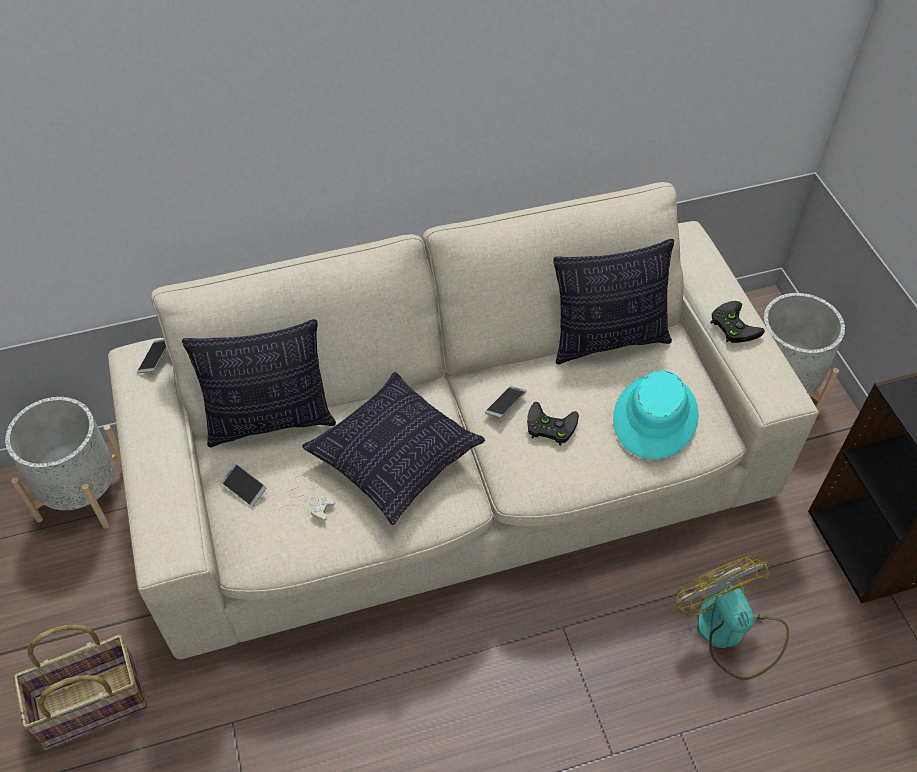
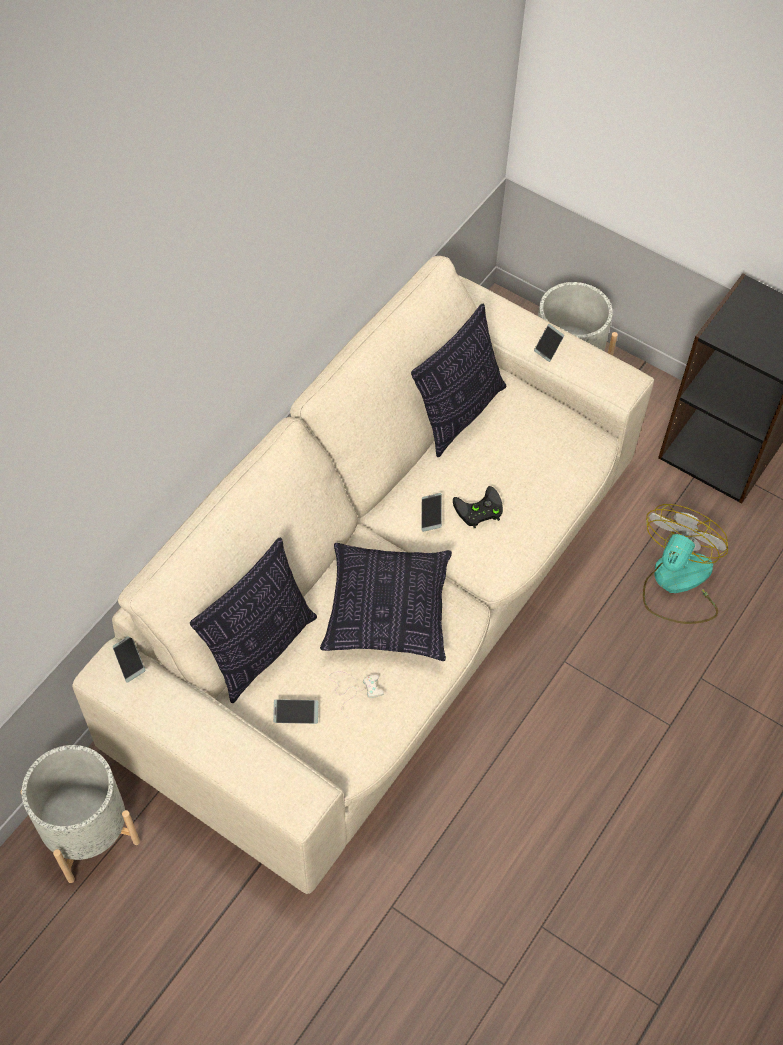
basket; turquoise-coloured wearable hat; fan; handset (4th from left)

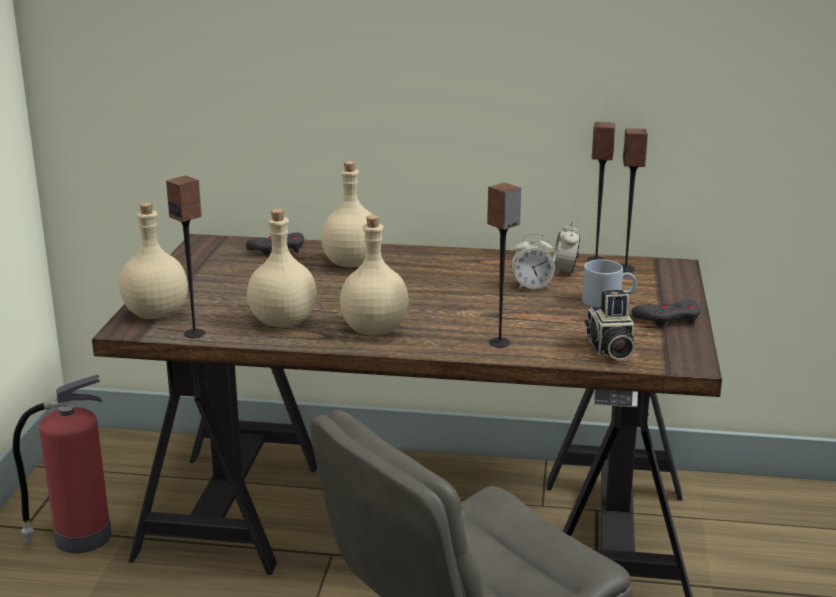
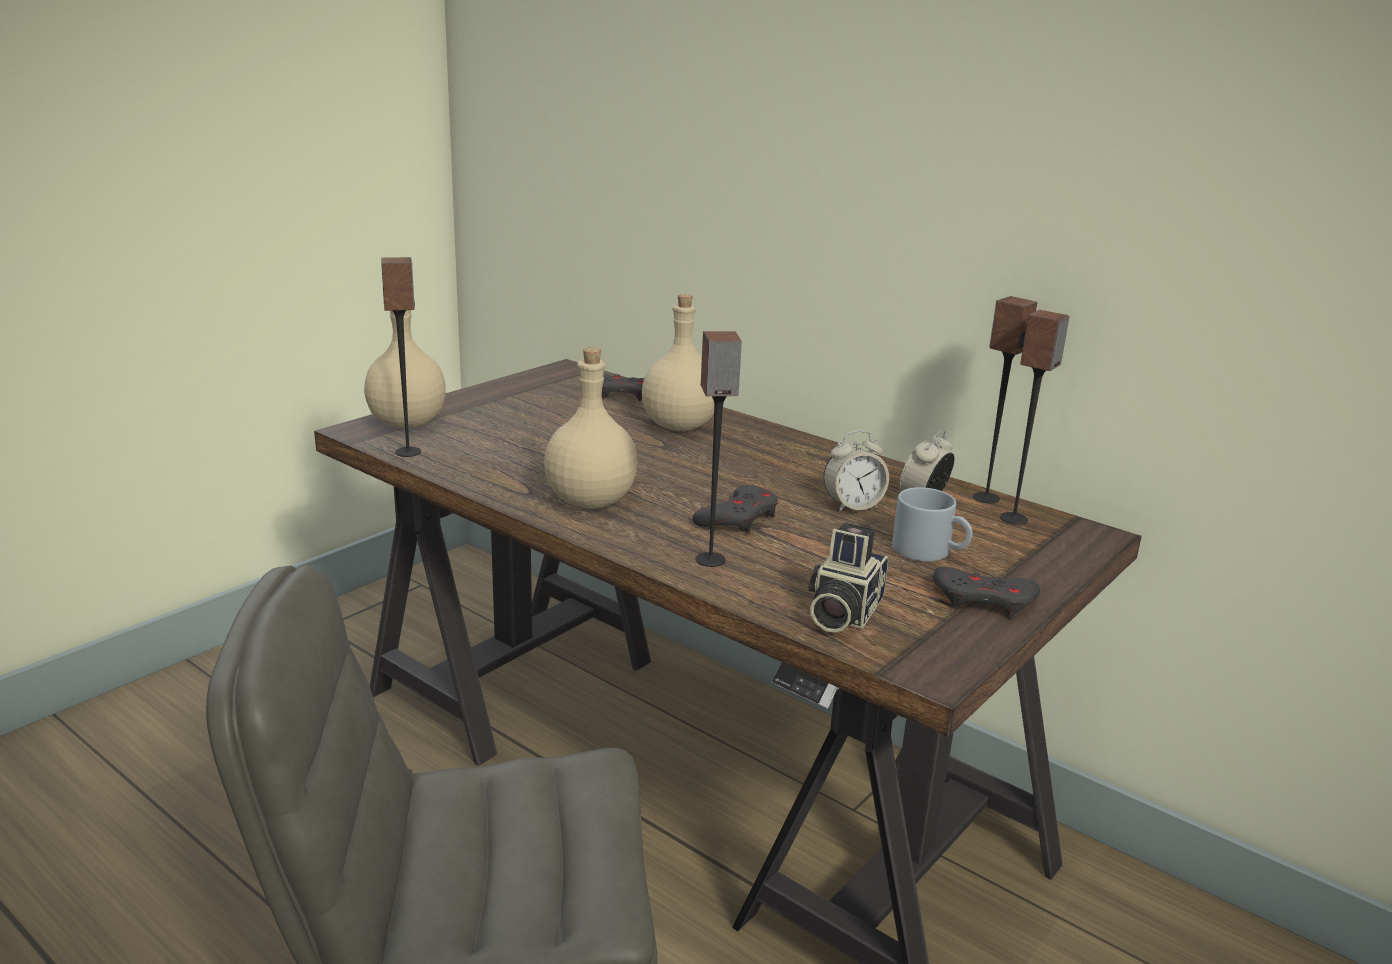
fire-fighting cylinder; beige beverage bottle (2nd from left in the first image); alarm clock (1st from left); greyish game controller (2nd from left)

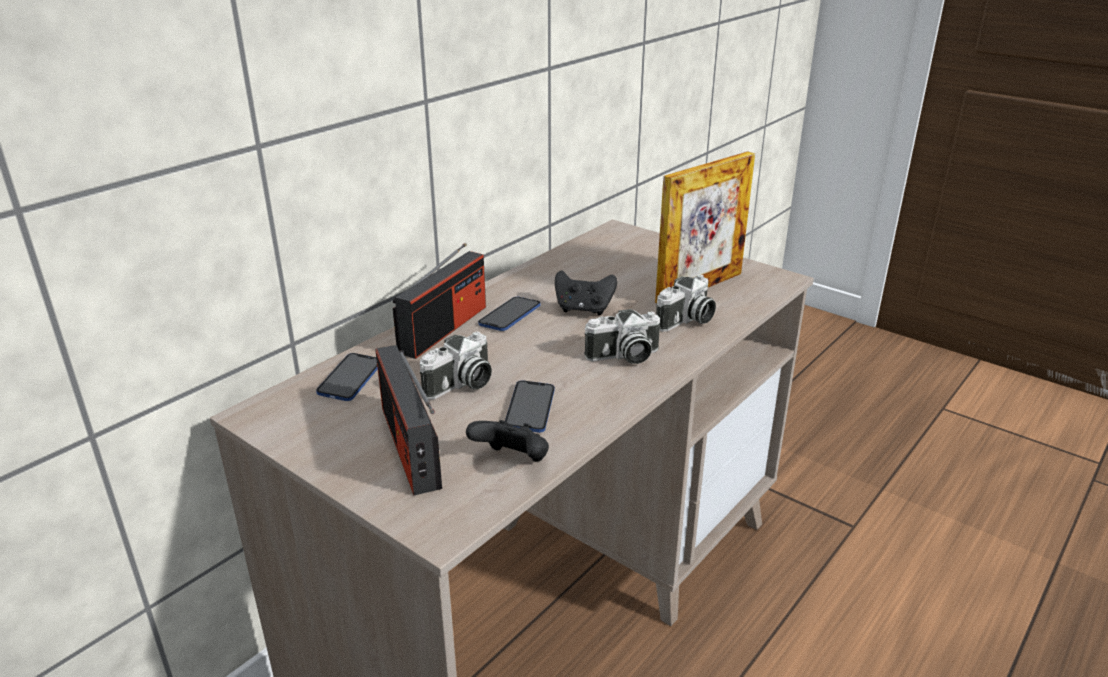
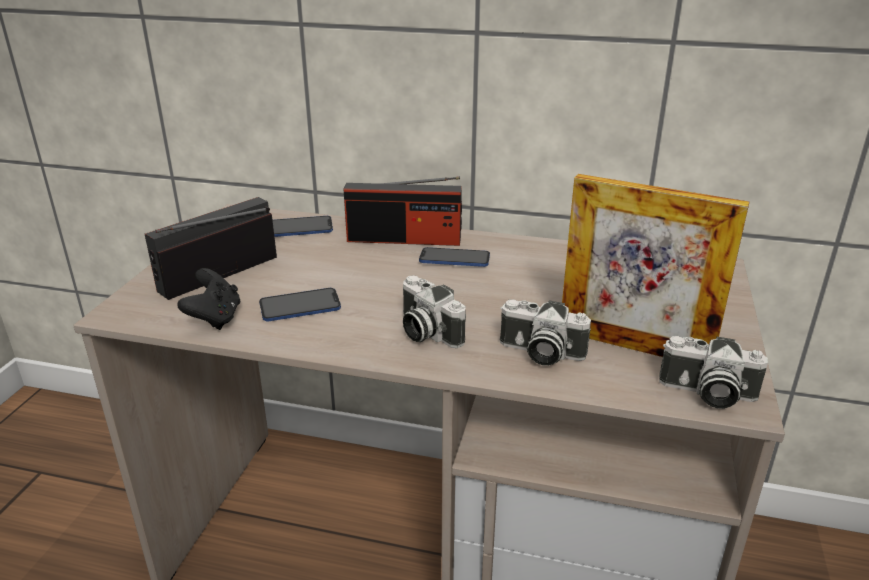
photo camera (3rd from left); black game controller (2nd from left in the first image)

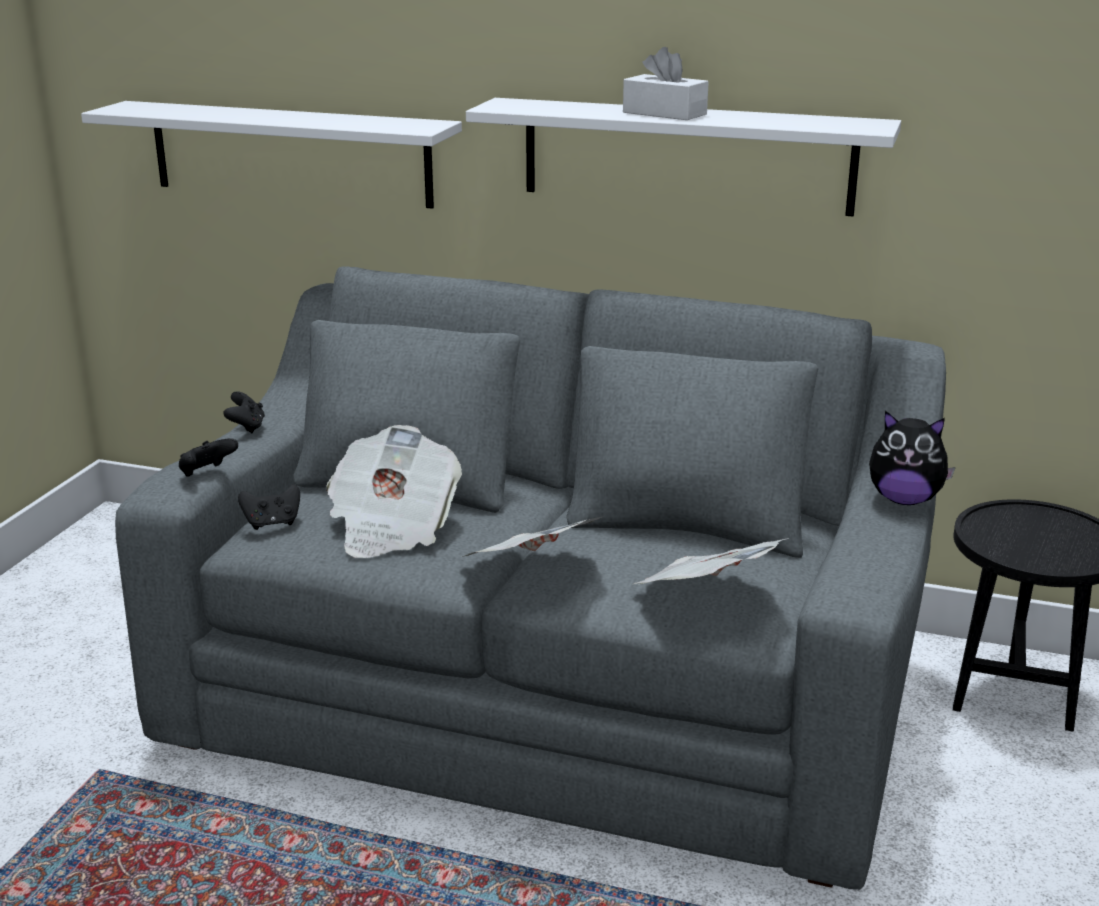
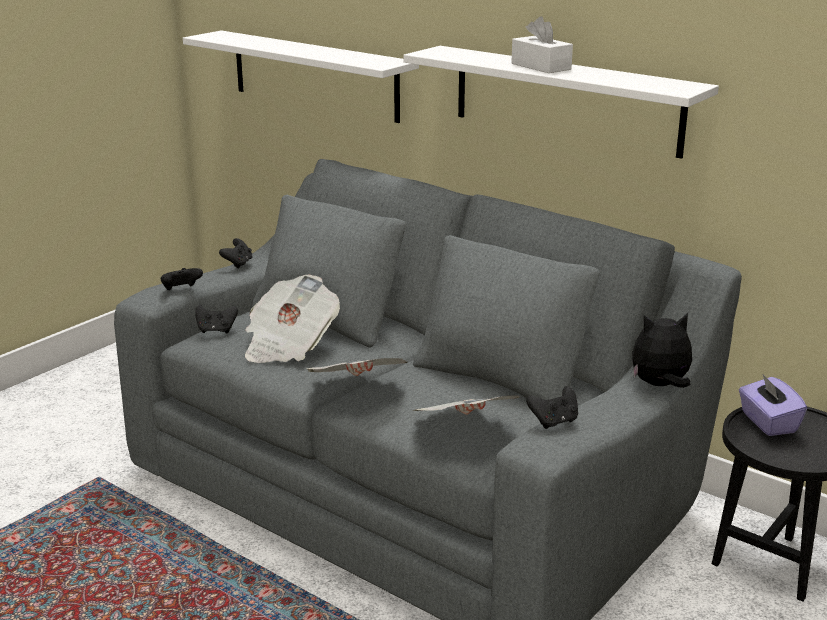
soft toy; black game controller (4th from left); purple tissue box

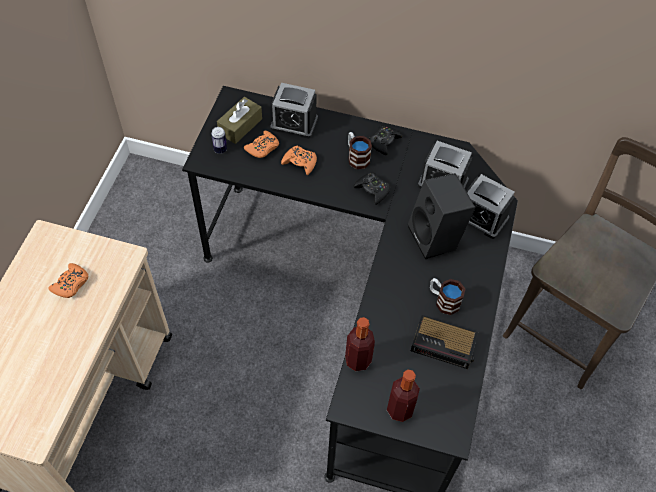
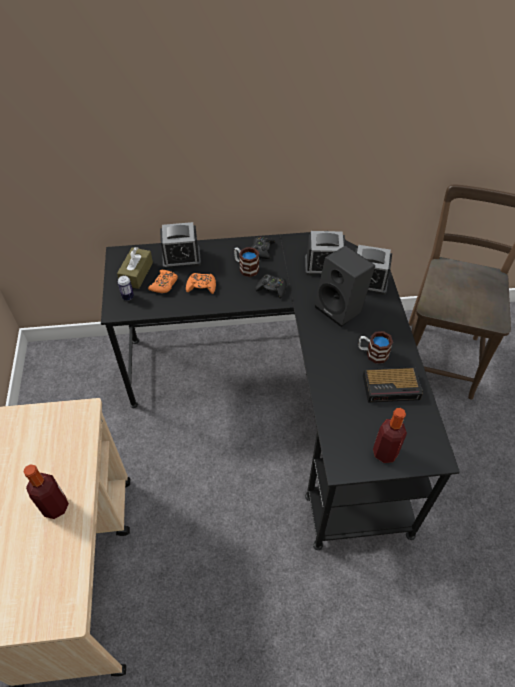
orange-coloured game controller (1st from left in the first image); beverage bottle (1st from left)

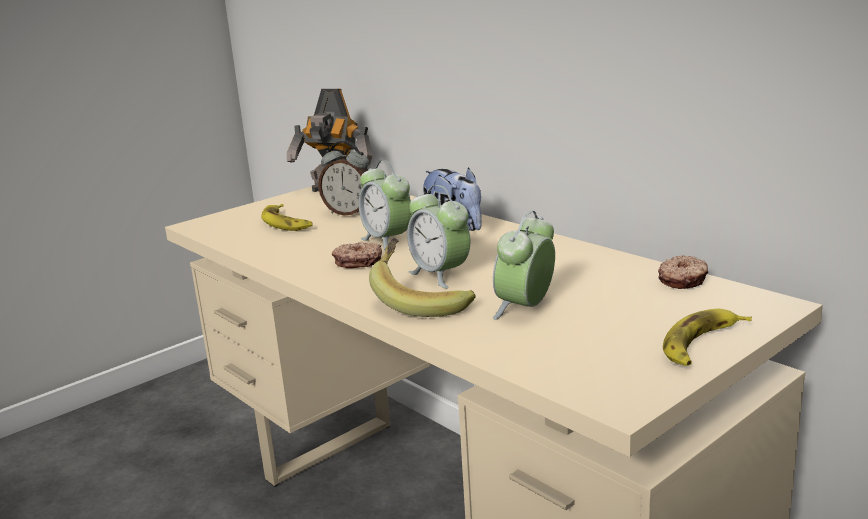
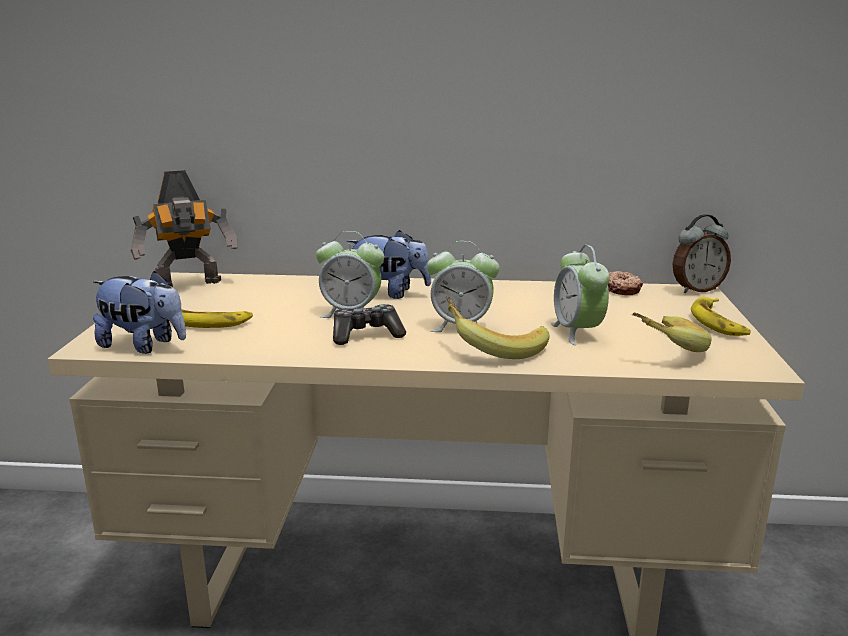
alarm clock (4th from left); game controller; soft toy (1st from left); banana (3rd from left)

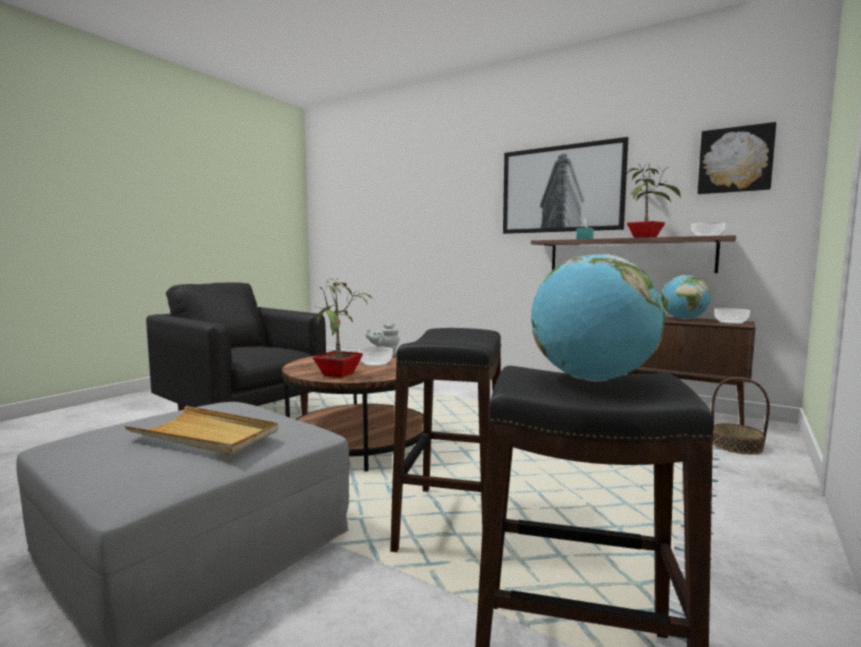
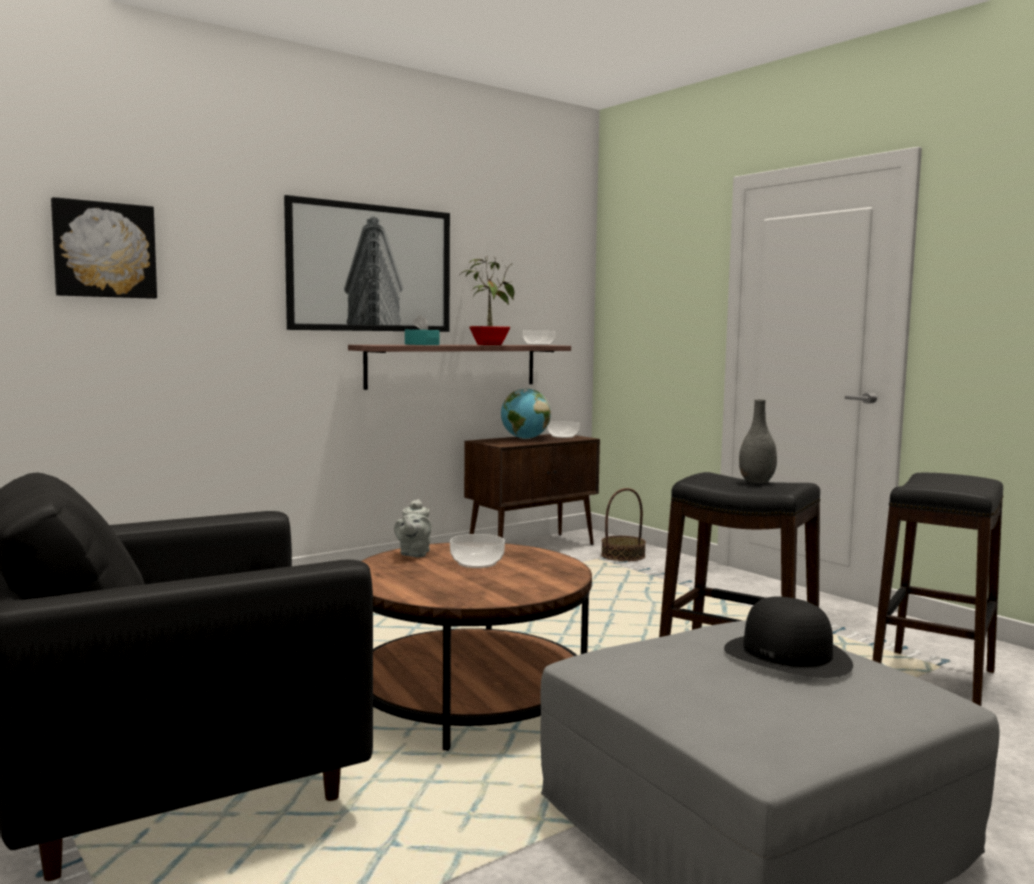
black wearable hat; potted plant (1st from left in the first image); desk globe (1st from left in the first image); wall picture (1st from left); greyish flower vase

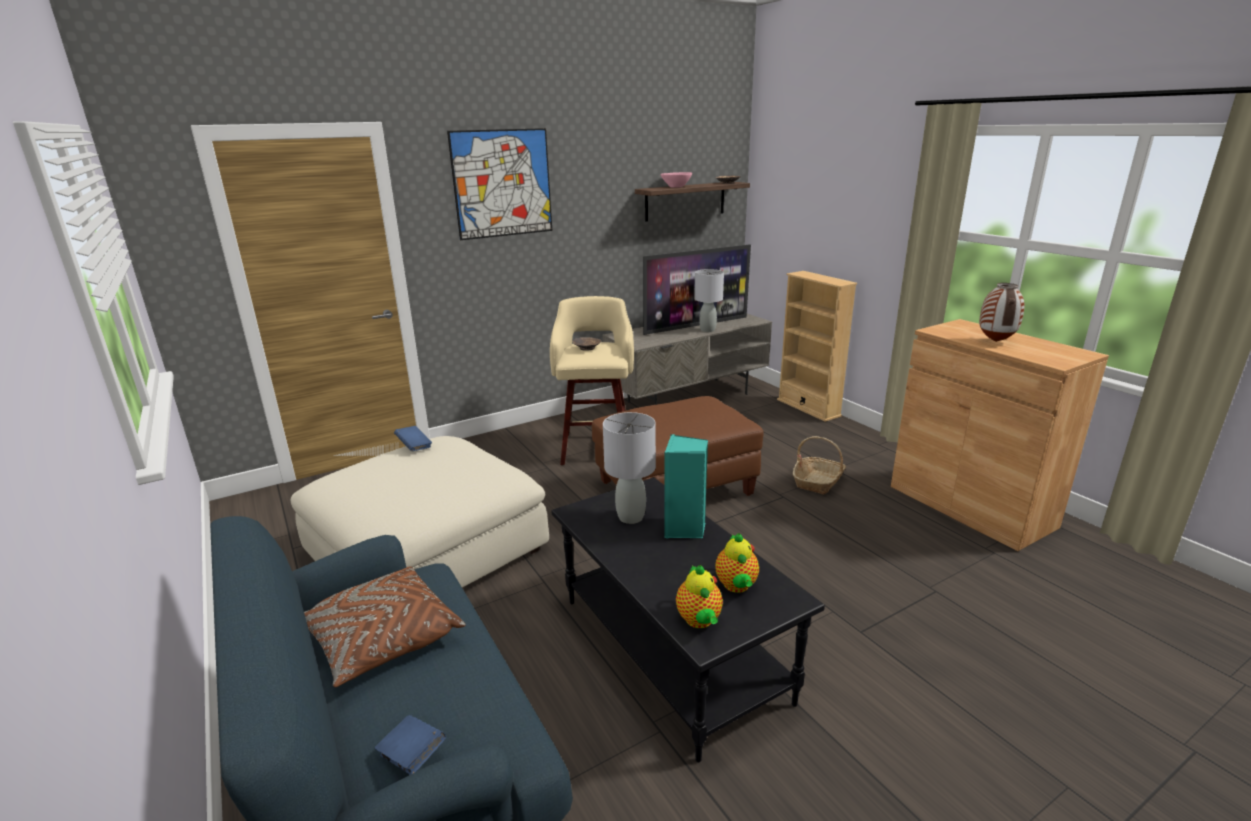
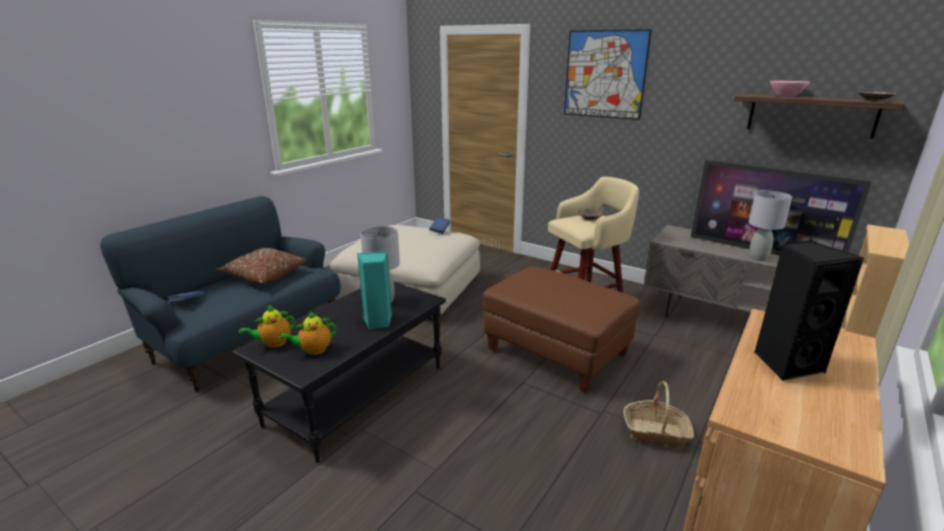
black audio speaker

